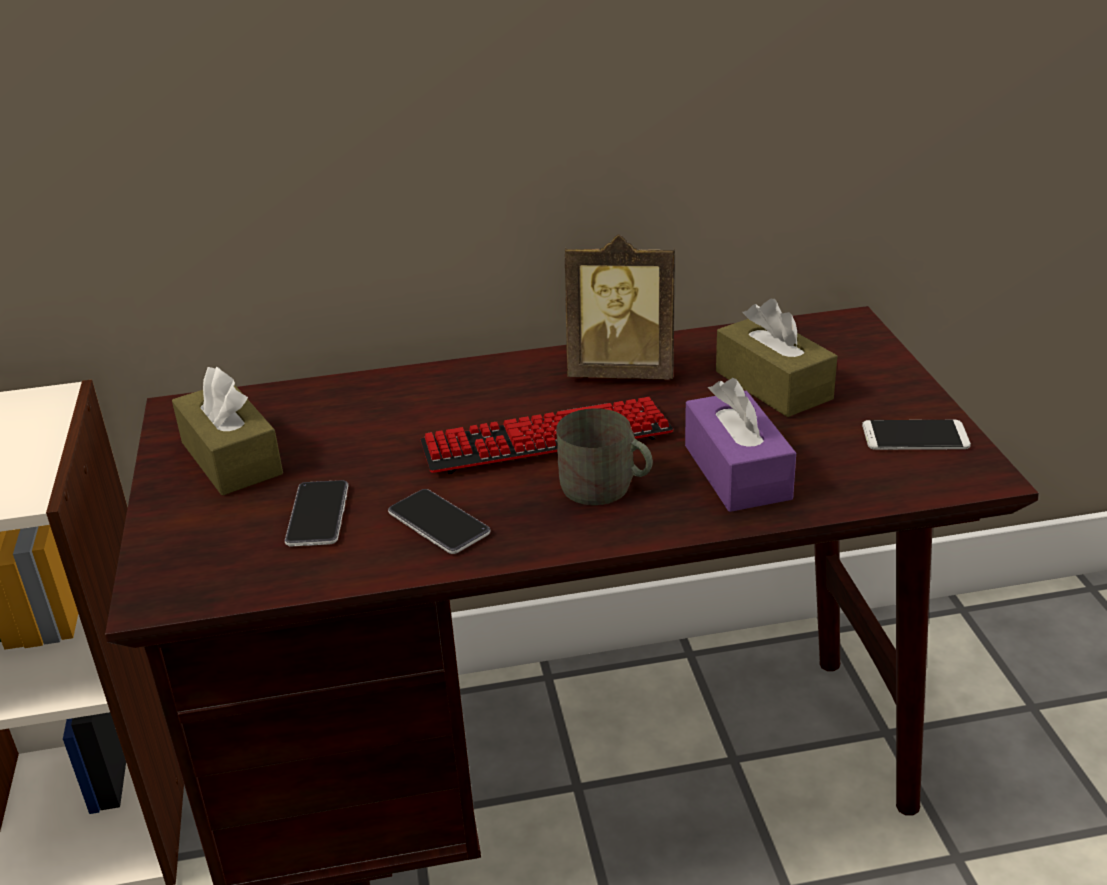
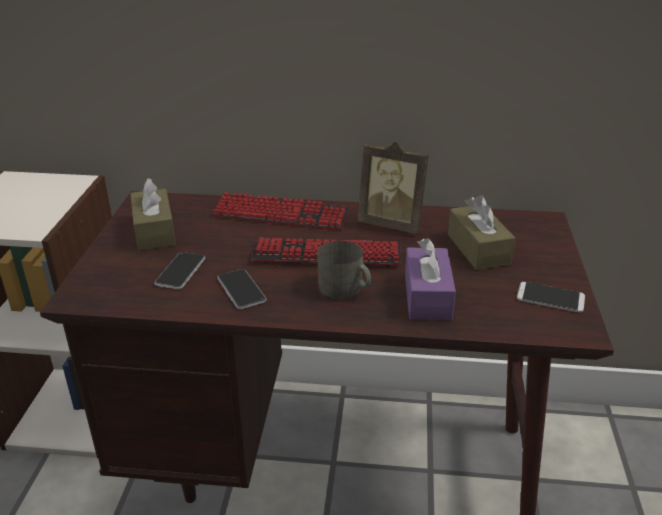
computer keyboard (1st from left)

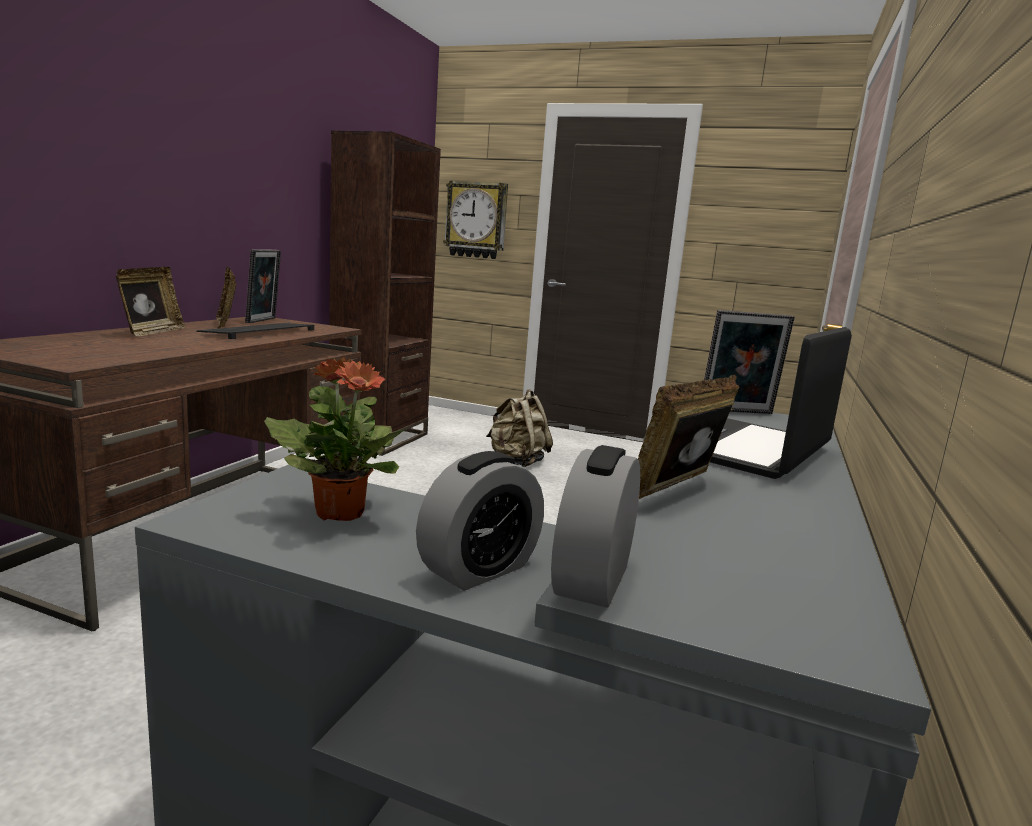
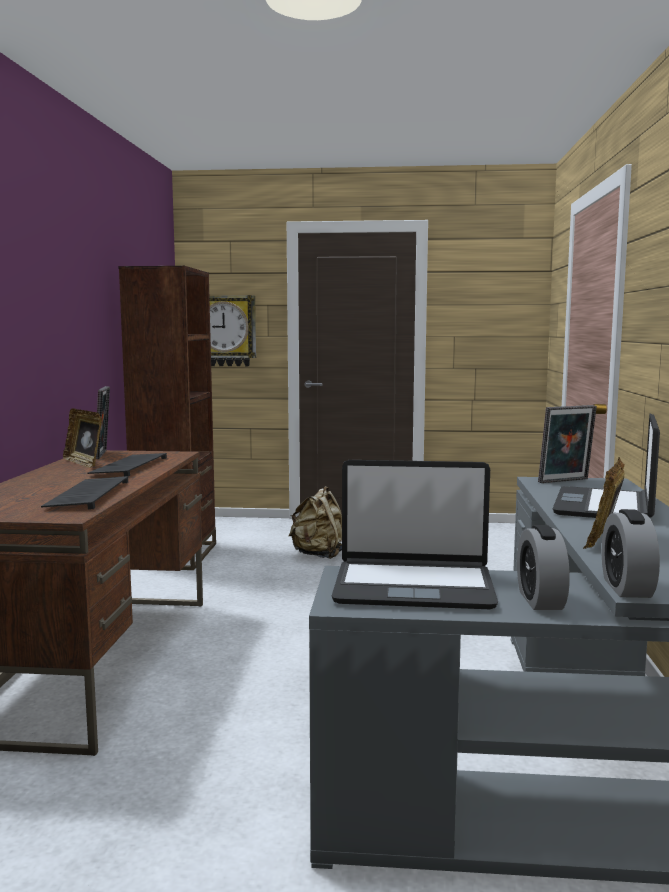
standing frame (1st from left in the first image); portable computer (1st from left); alarm clock (1st from left); computer keyboard (1st from left)

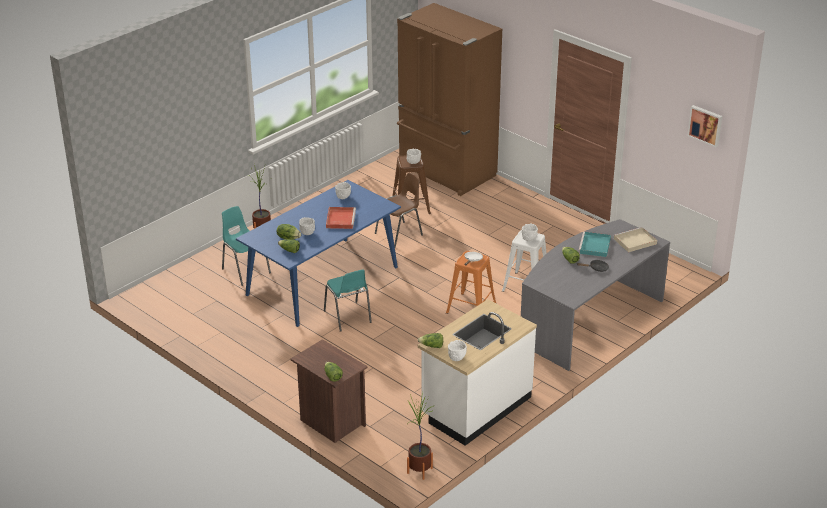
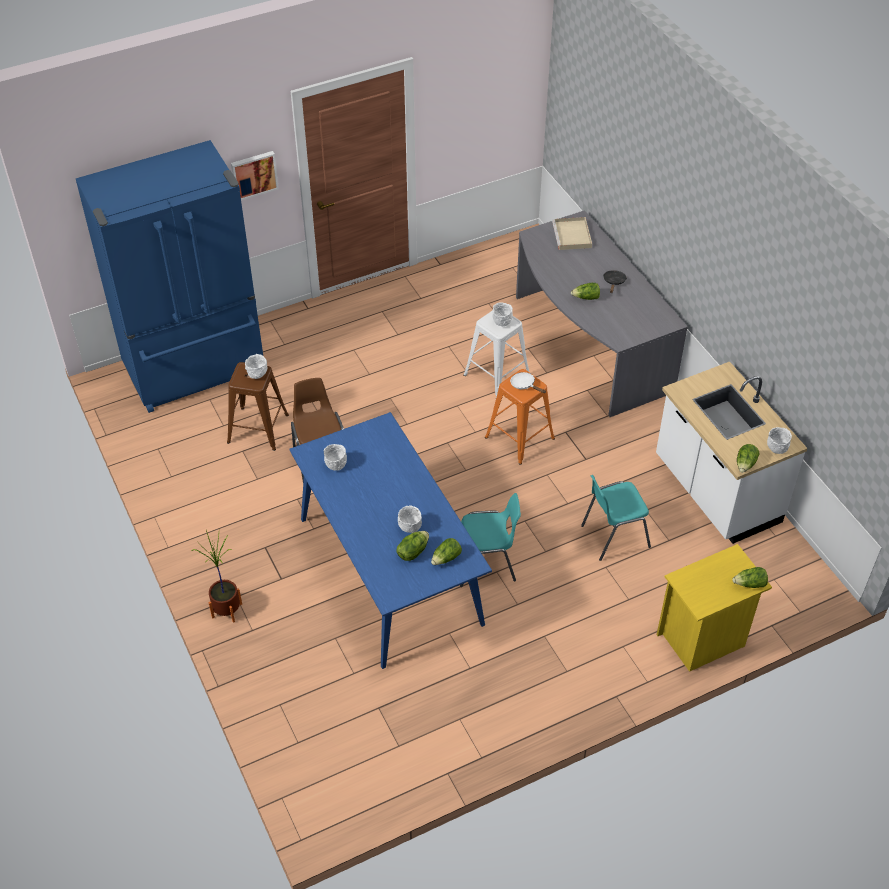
turquoise-coloured plain chair (2nd from left); yellow-coloured bedside table; reddish carrying tray; blue-coloured refrigerator; potted plant (2nd from left in the first image); turquoise-coloured carrying tray; wall picture

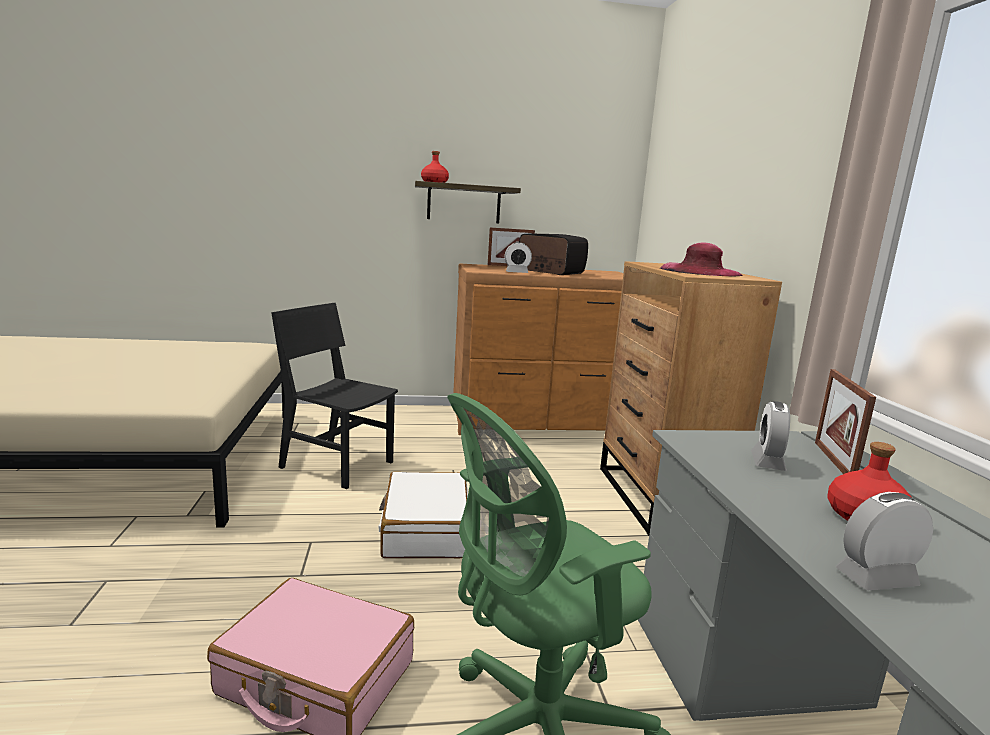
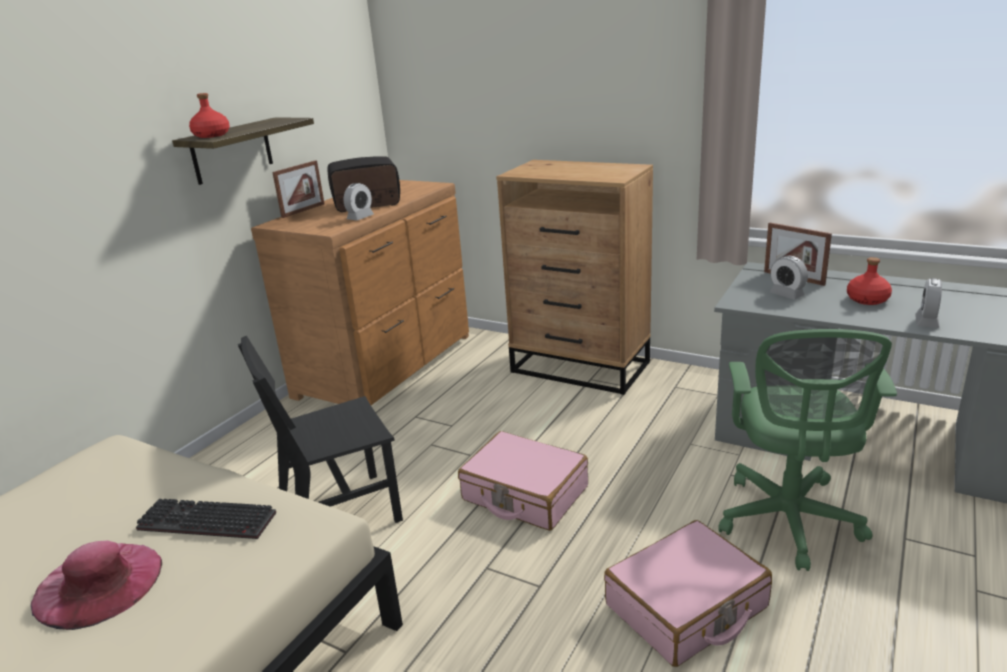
pink travel case (1st from left); pink wearable hat; computer keyboard

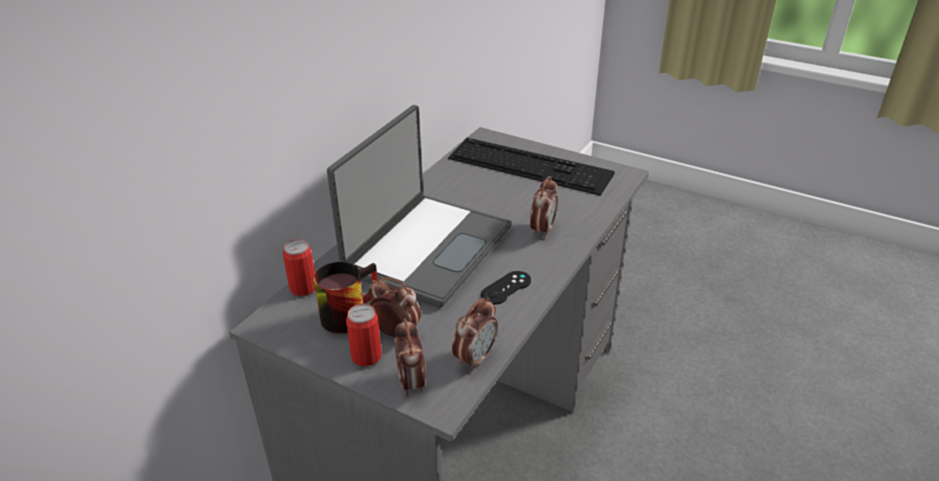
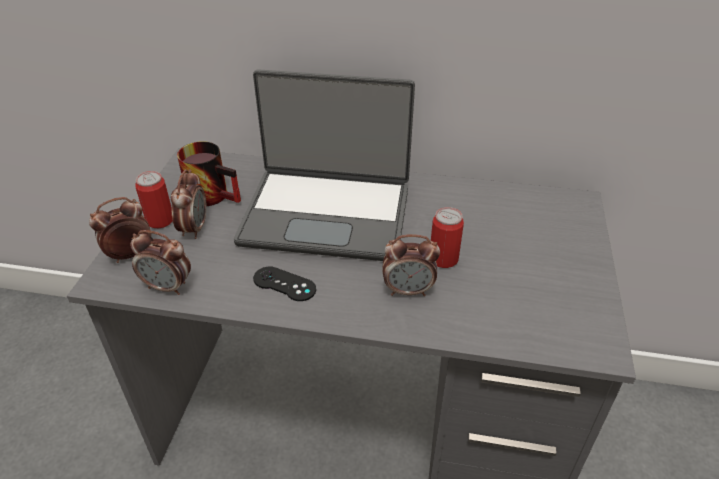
metal can (2nd from left); computer keyboard

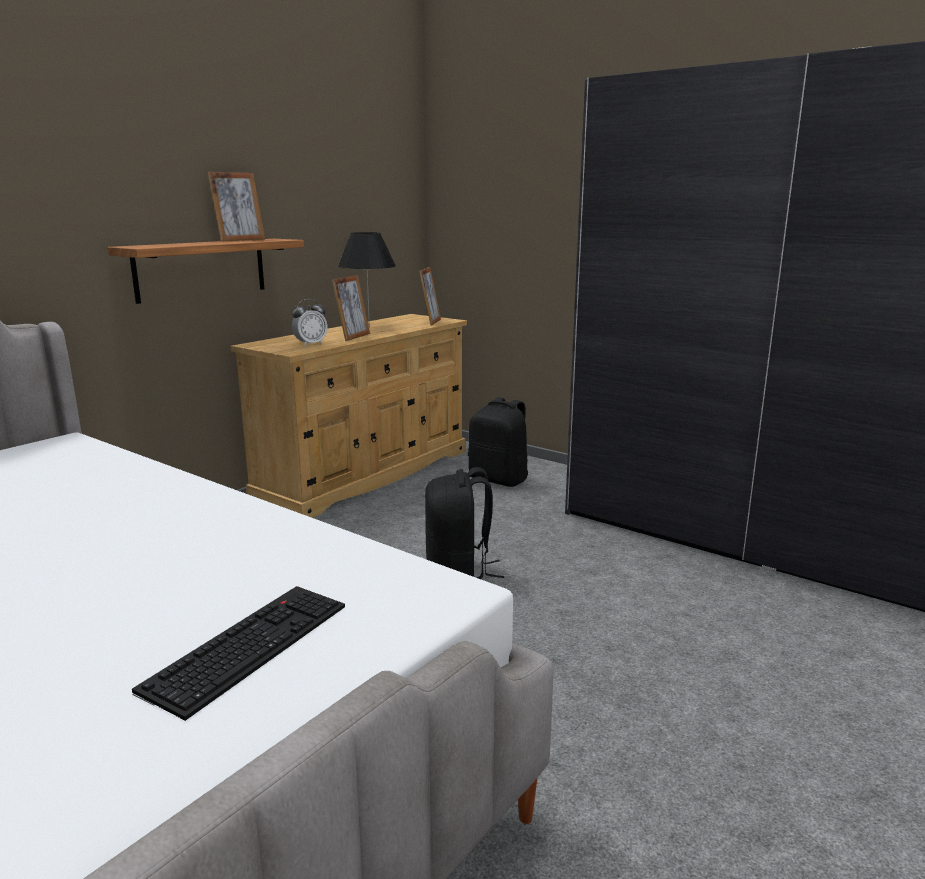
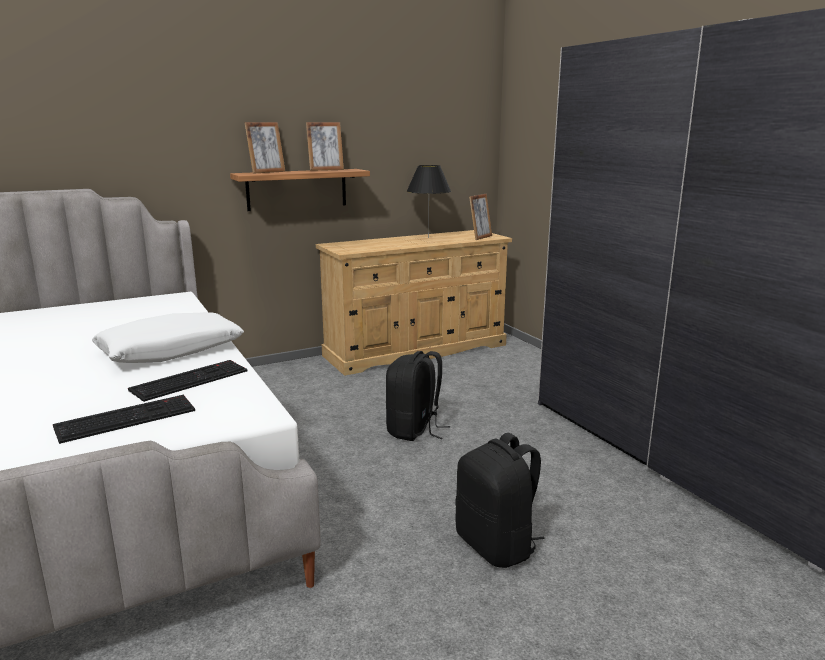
alarm clock; standing frame (1st from left); black backpack (2nd from left); white-coloured pillow; computer keyboard (2nd from left)

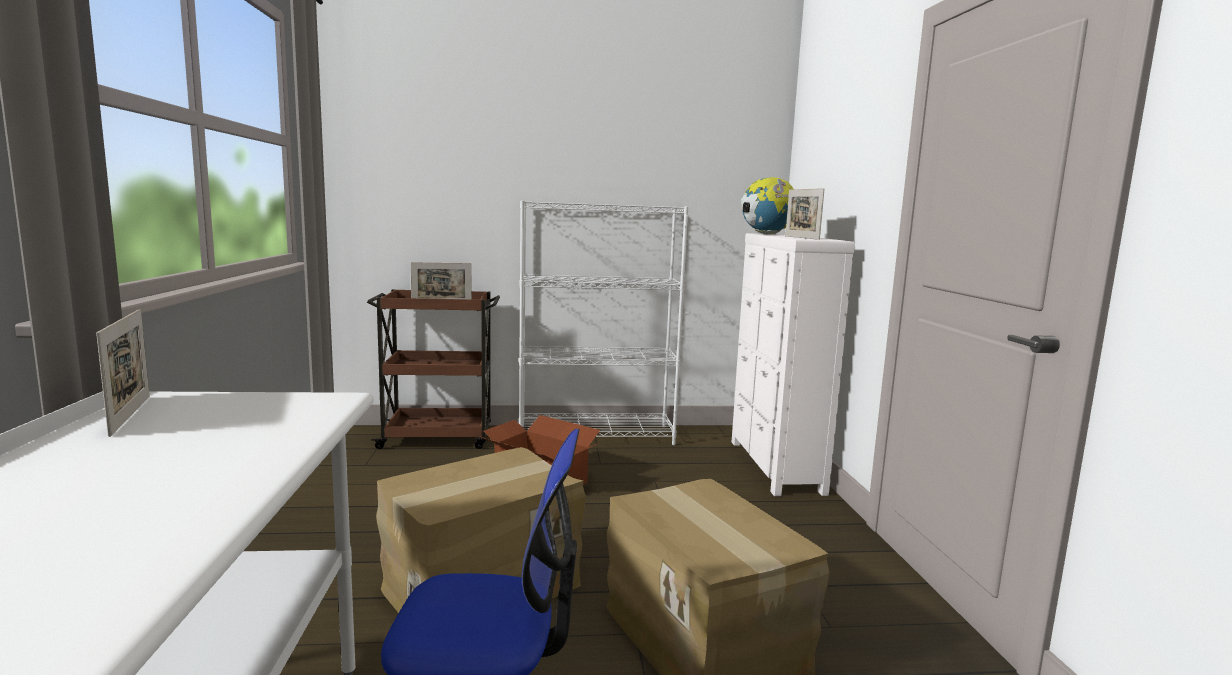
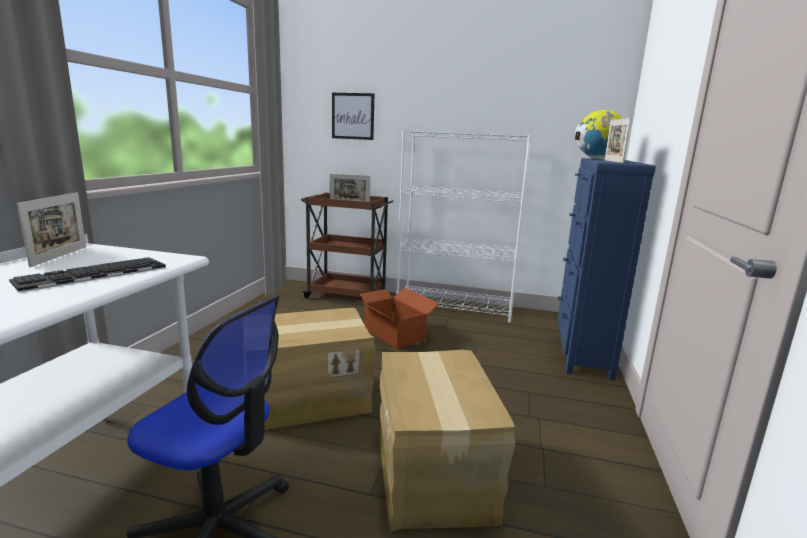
blue-coloured chest of drawers; computer keyboard; wall picture

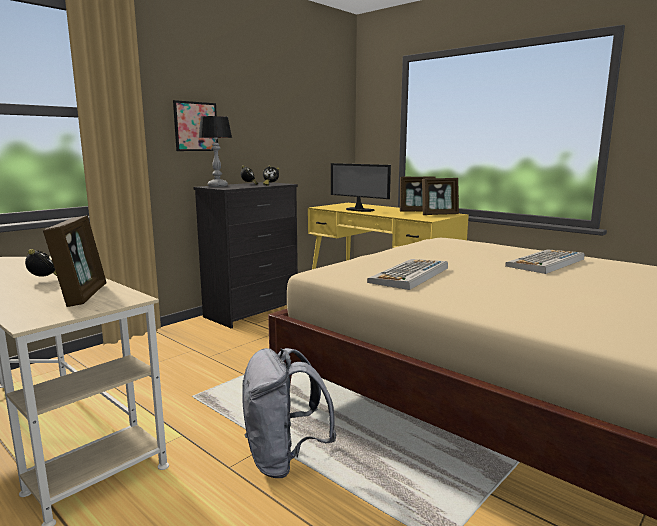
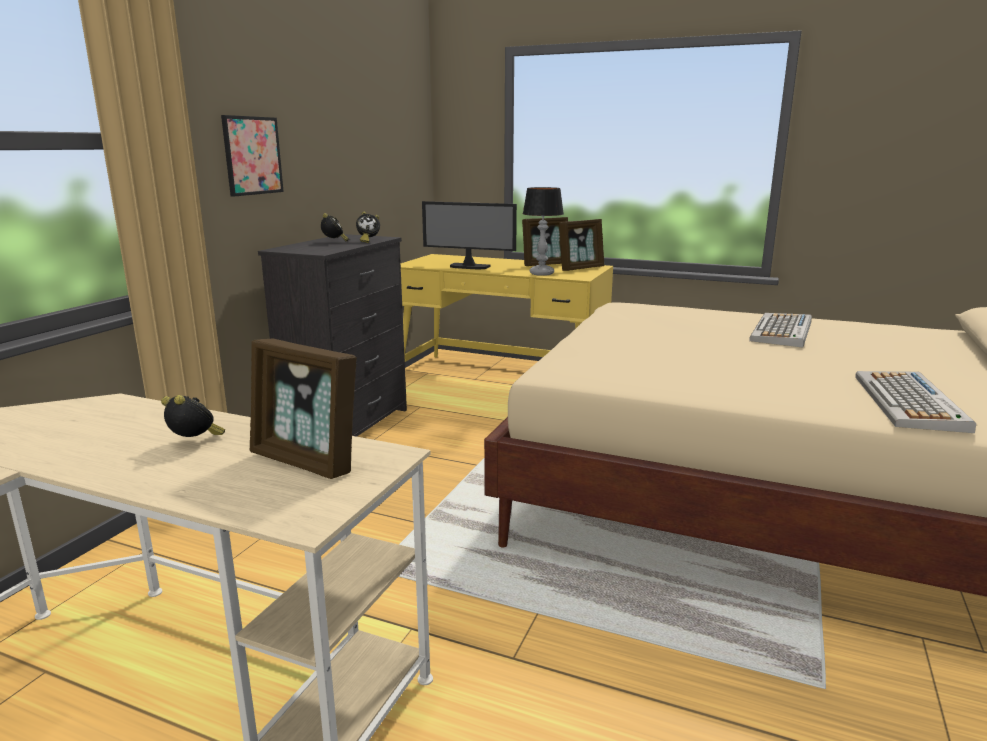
standing frame (1st from left); tabletop lamp; greyish backpack; computer keyboard (2nd from left)

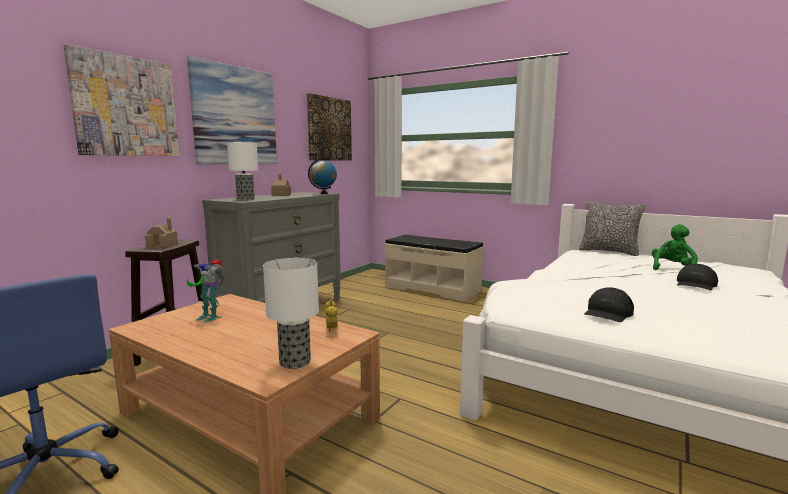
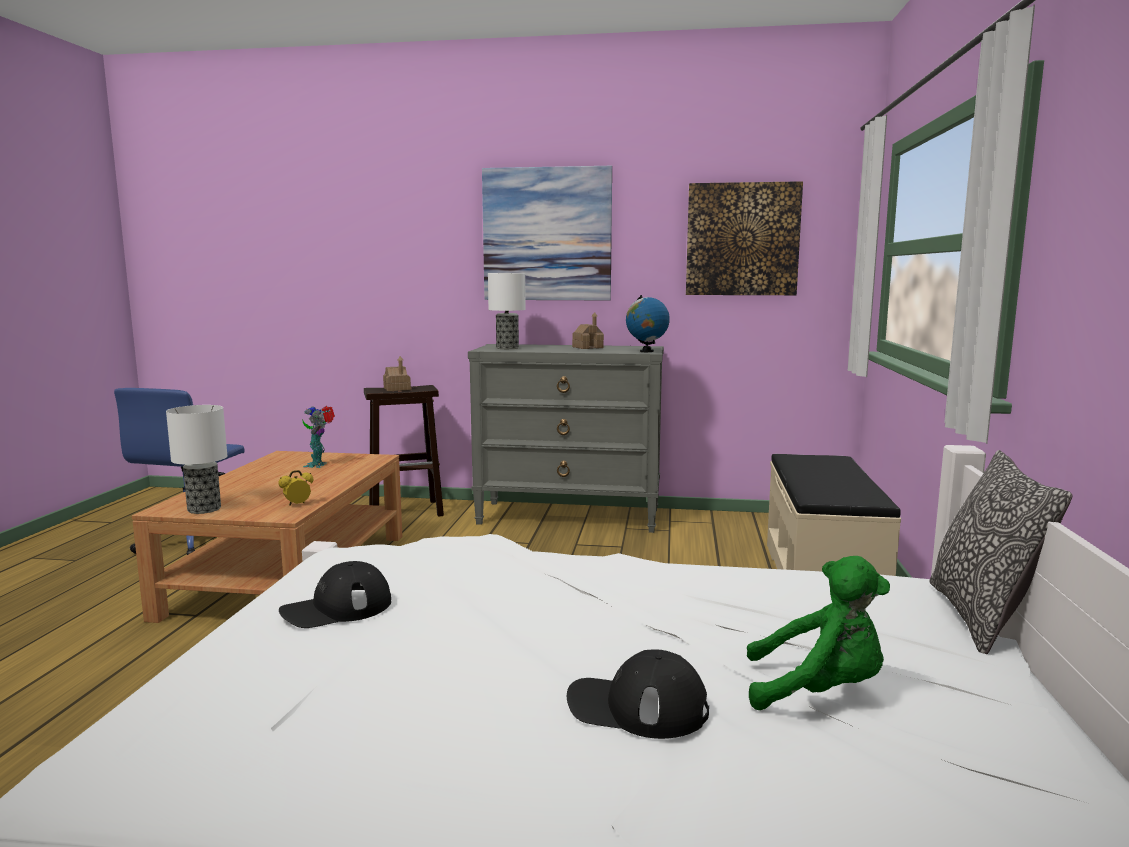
wall picture (1st from left in the first image); black cap (1st from left)

